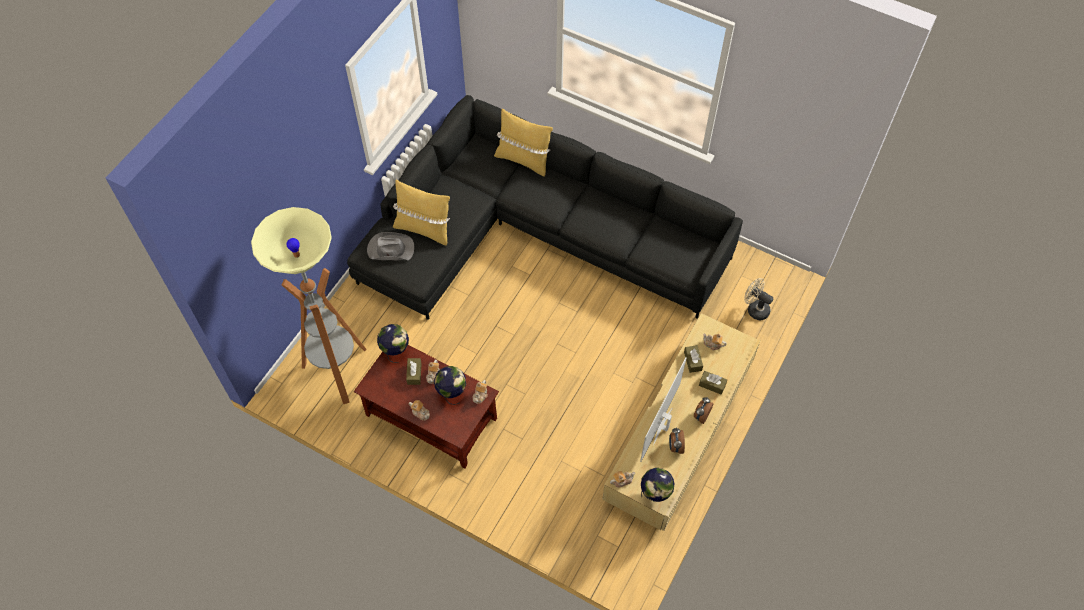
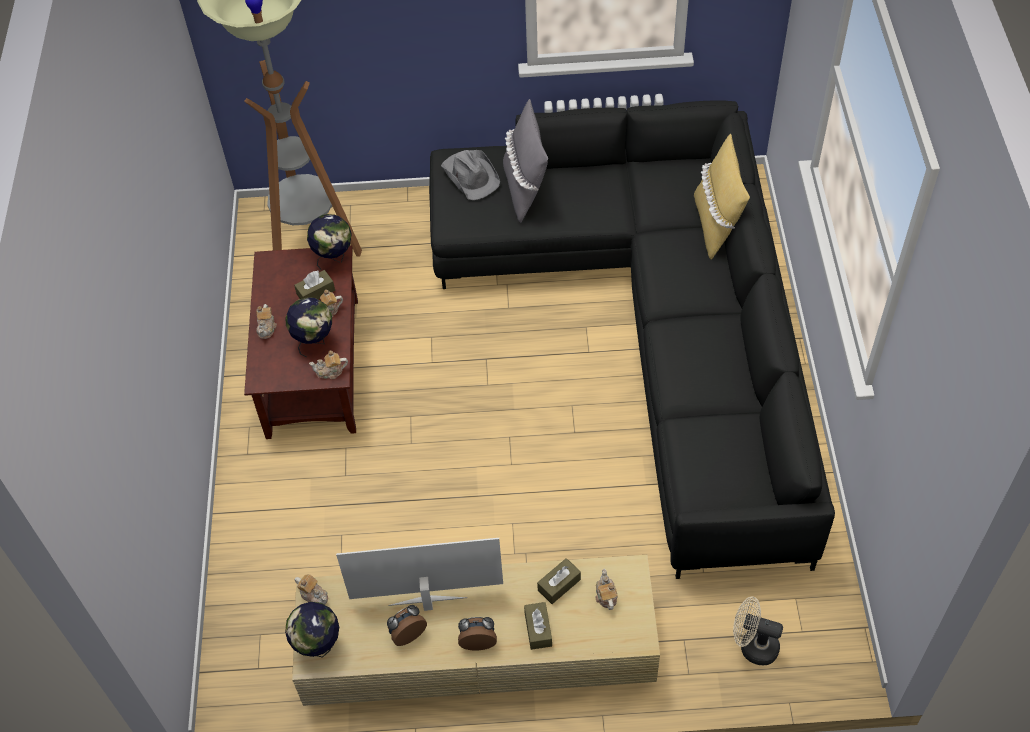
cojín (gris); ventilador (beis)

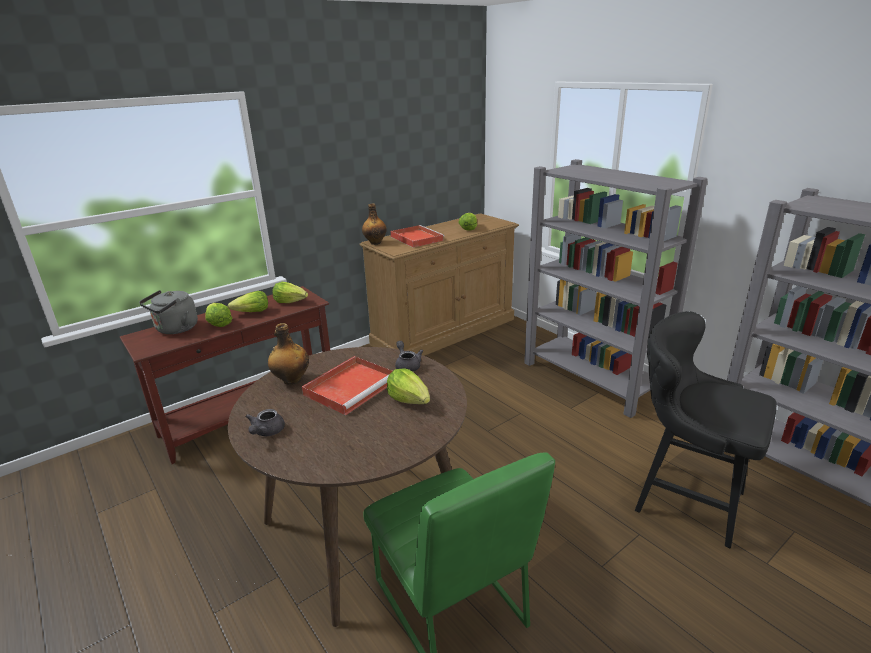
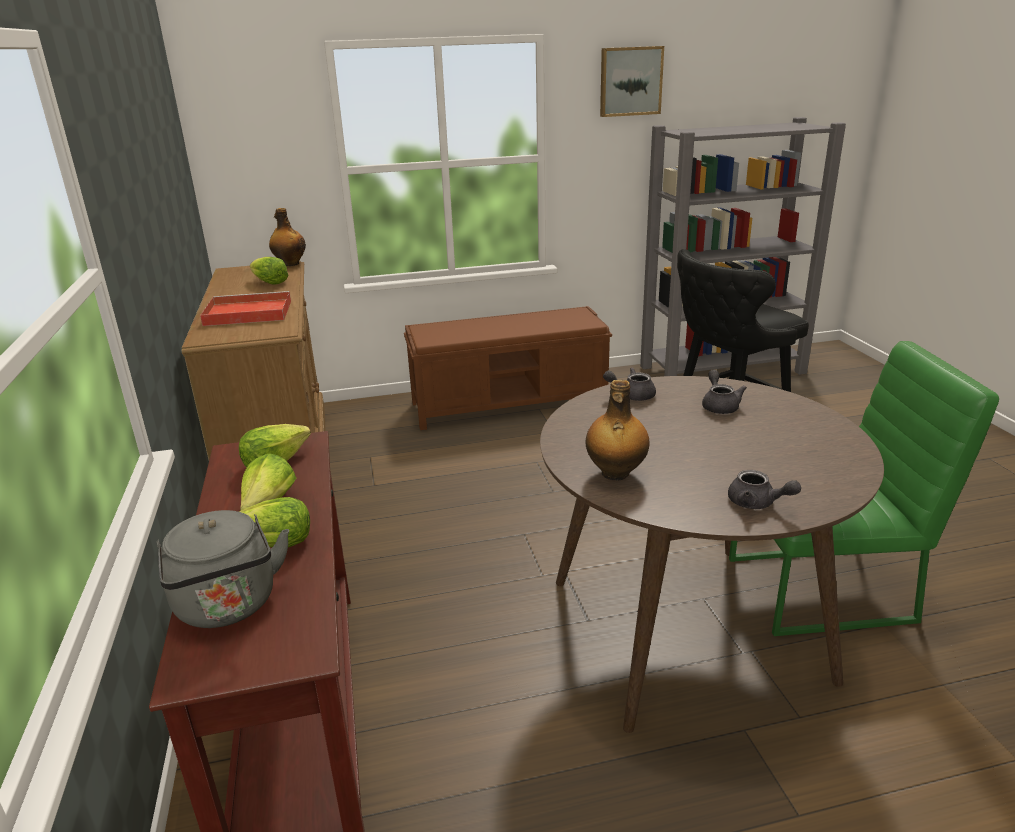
banco (marrón); botella (no. 1 from left); bandeja (rojo) (no. 1 from left in the first image); tetera (gris) (no. 2 from left); cuadro

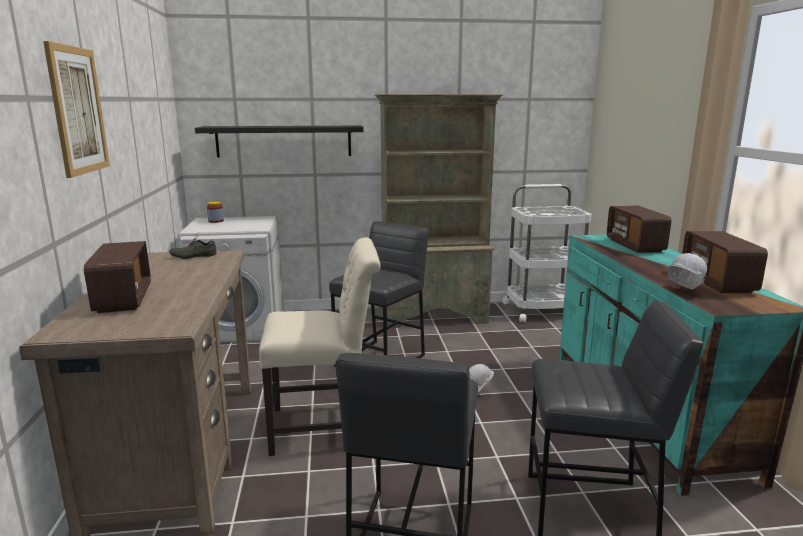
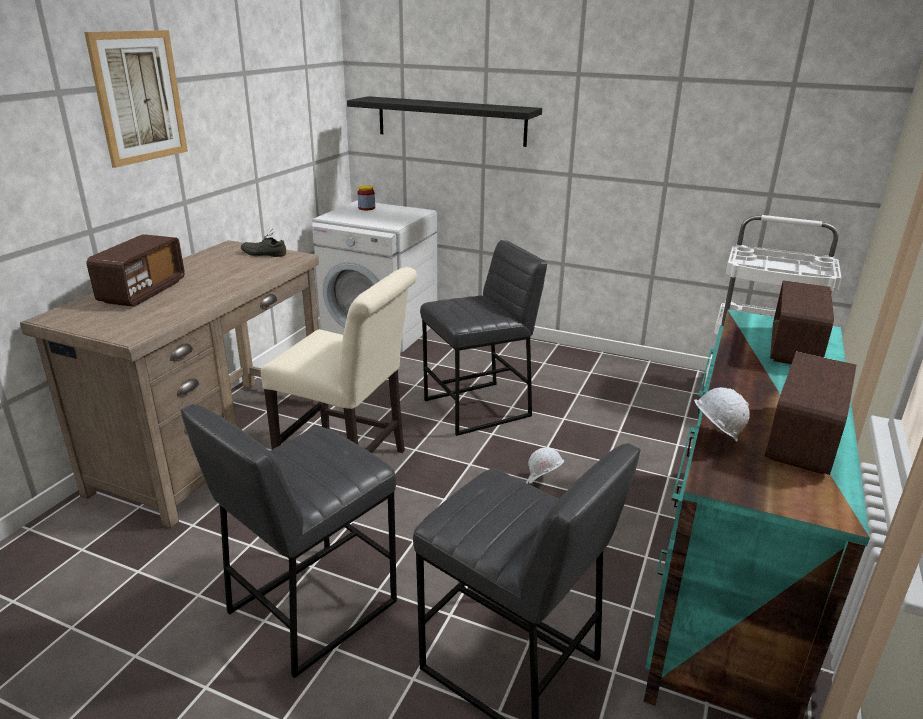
estantería (verde)

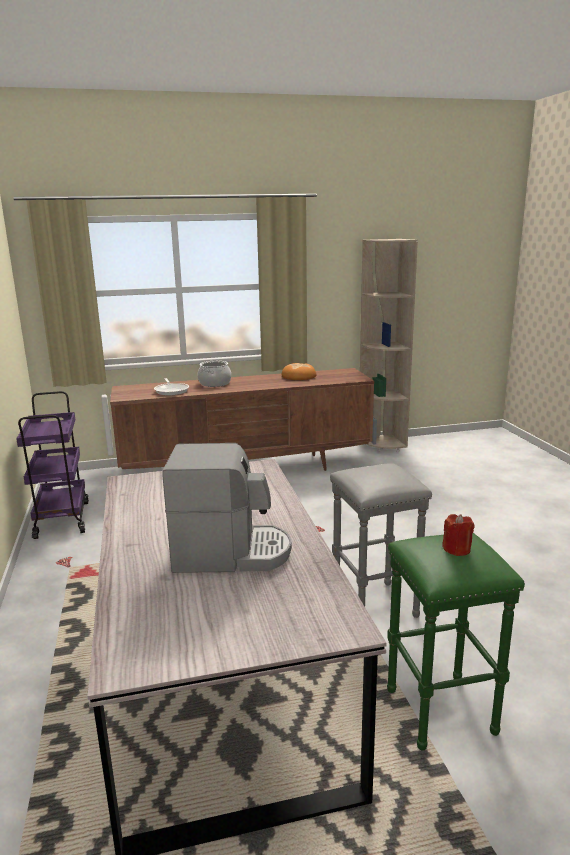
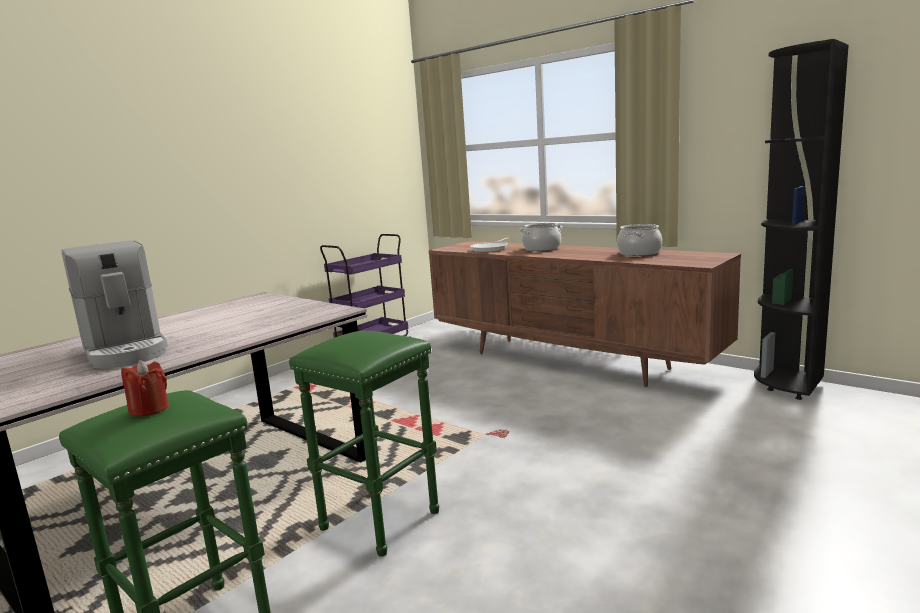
estantería (negro); olla (no. 2 from left); taburete (verde) (no. 2 from left)

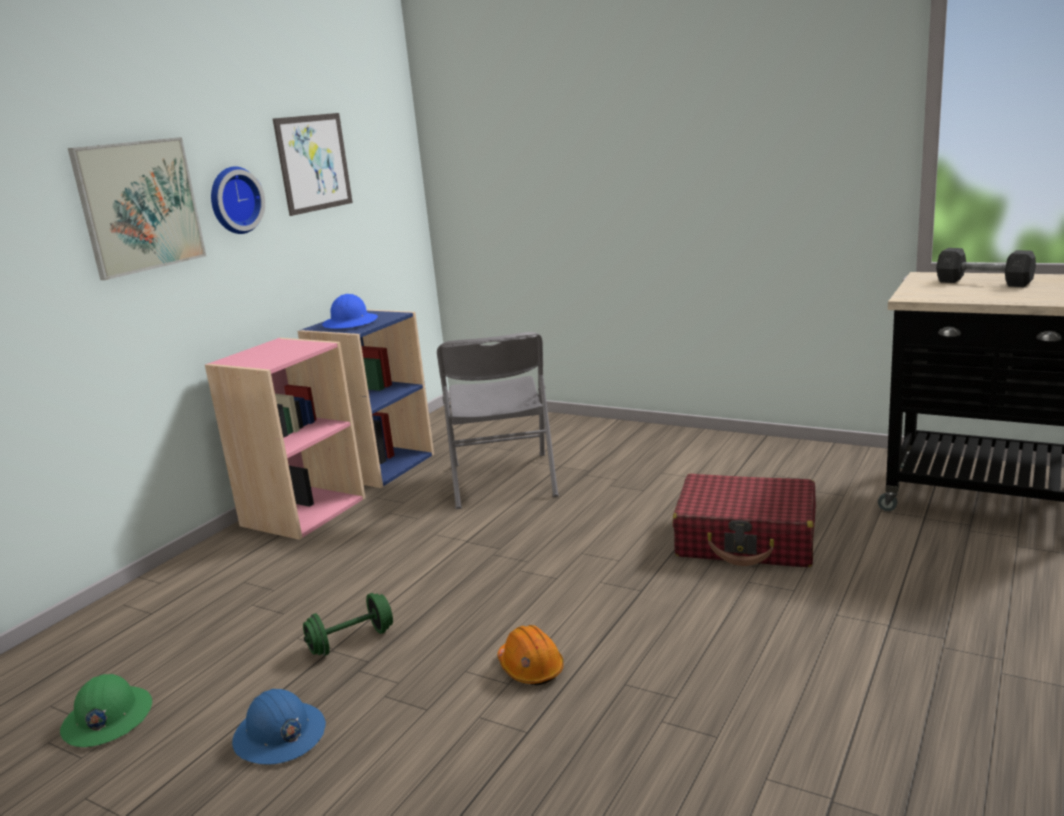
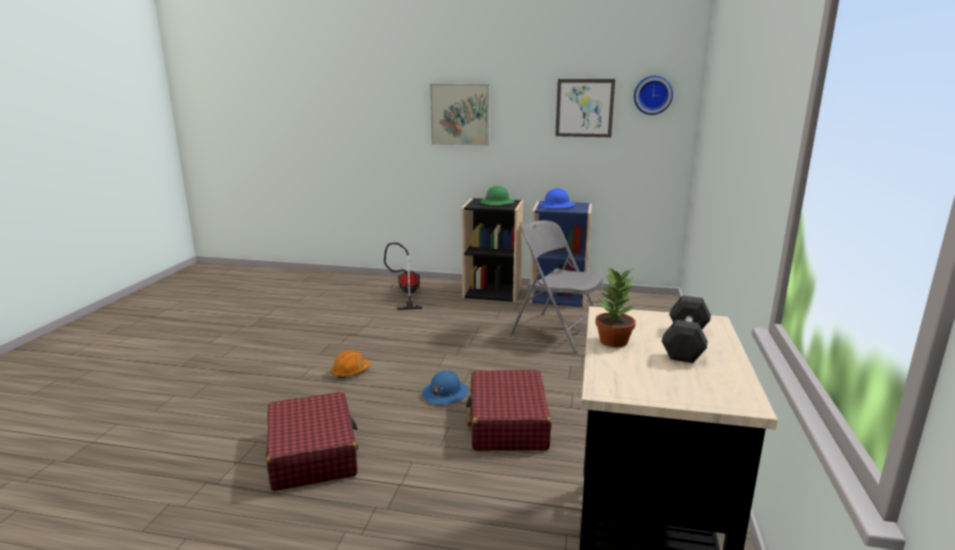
reloj de pared; silla (gris); estantería (negro); mancuerna (verde); casco (verde); casco (azul) (no. 1 from left); aspiradora; planta en maceta; maleta (rojo) (no. 1 from left)

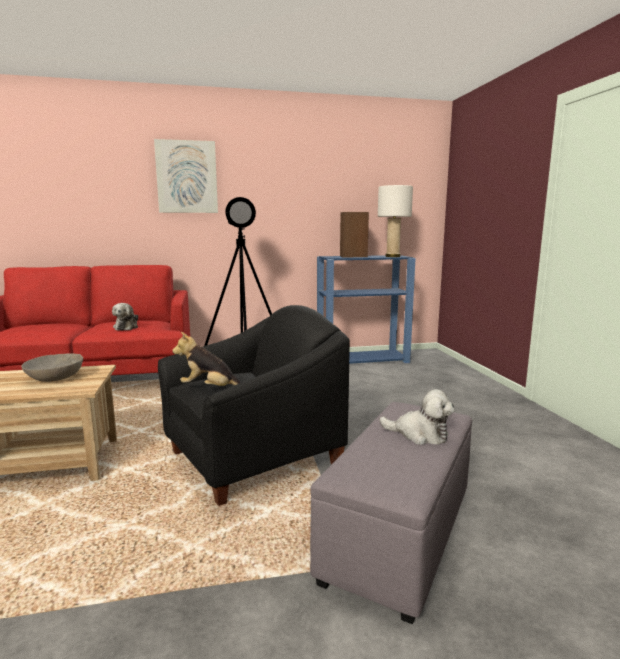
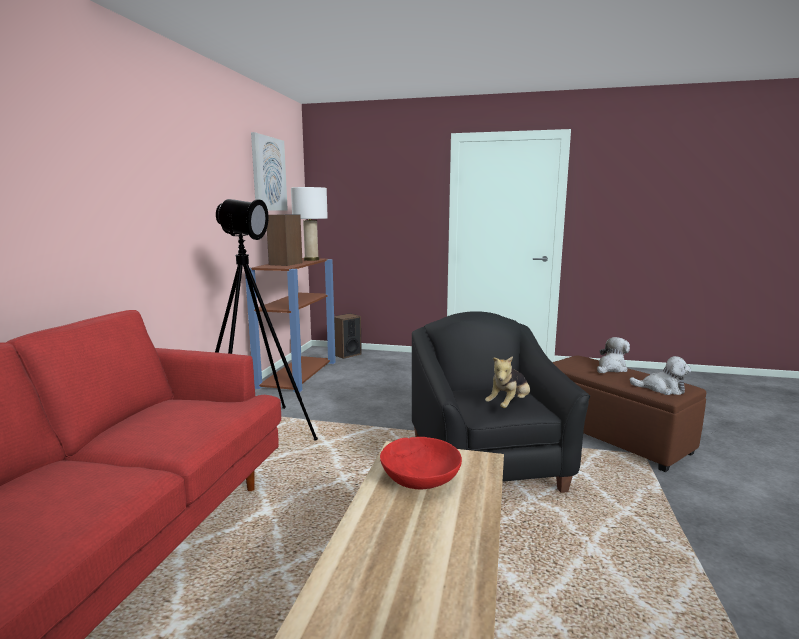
cuadro; estantería (marrón); peluche (no. 3 from left); cuenco (rojo); puf (marrón); altavoz (no. 2 from left)

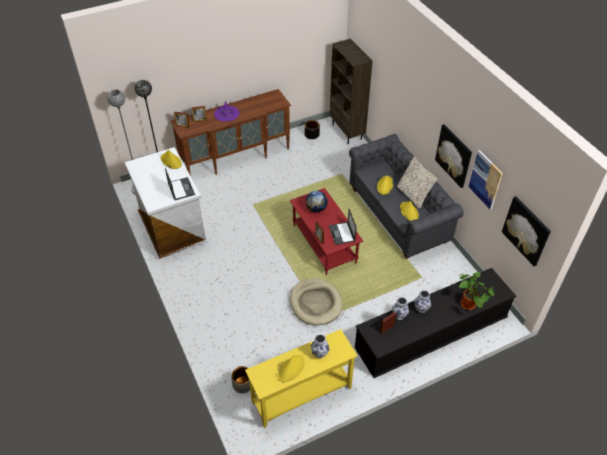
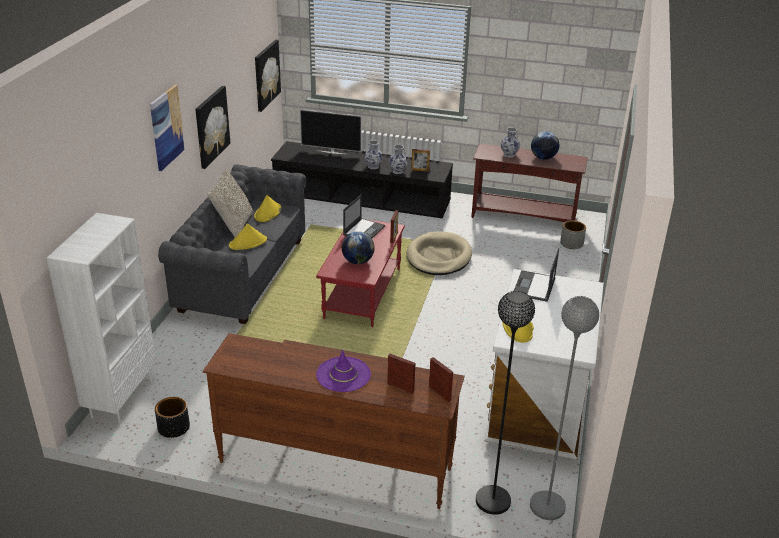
estantería (blanco); cuadro (no. 1 from left); televisor; mesa consola (marrón); globo terráqueo (no. 2 from left)

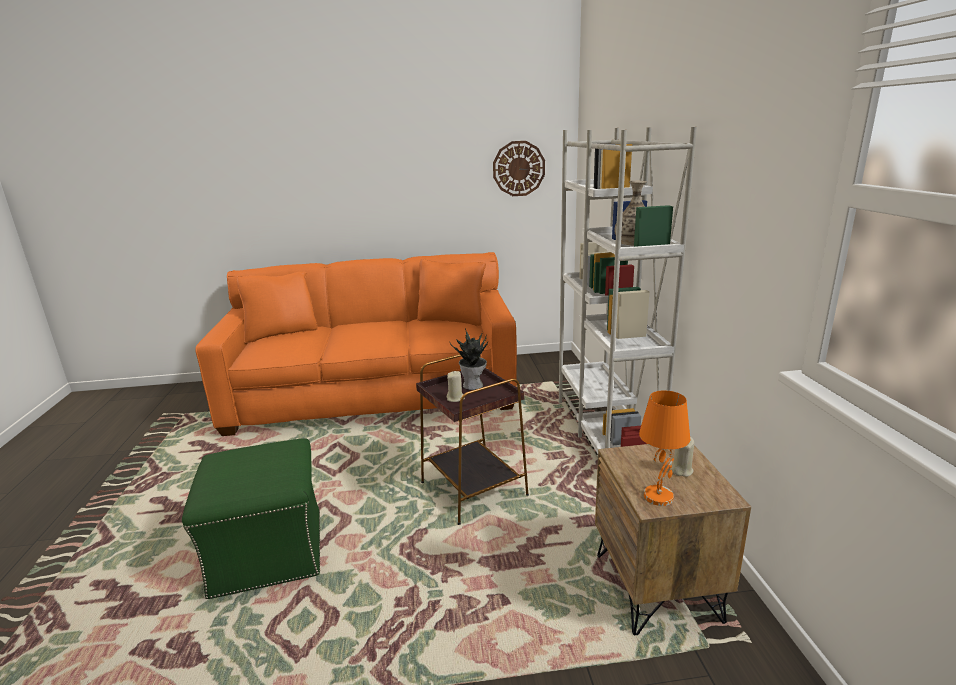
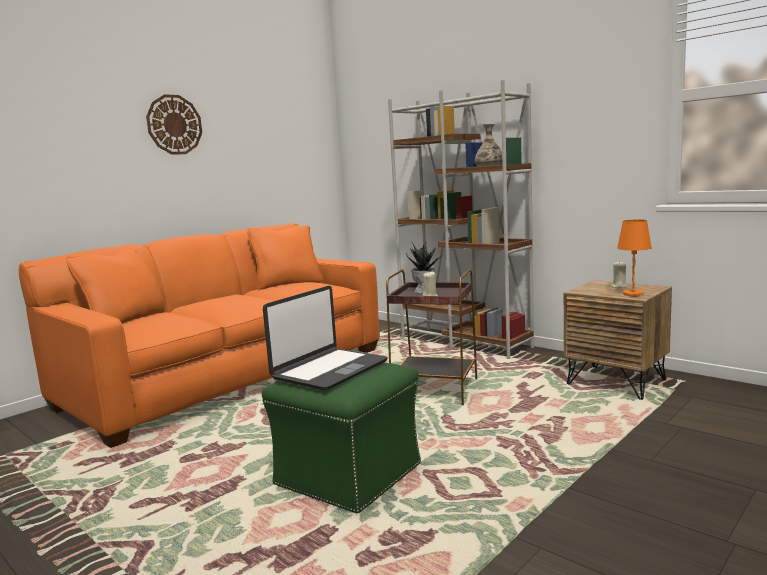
estantería (marrón); reloj de pared; portátil

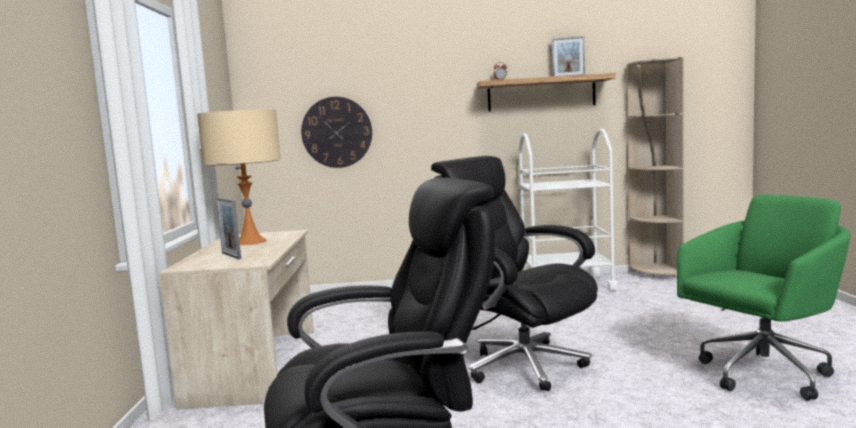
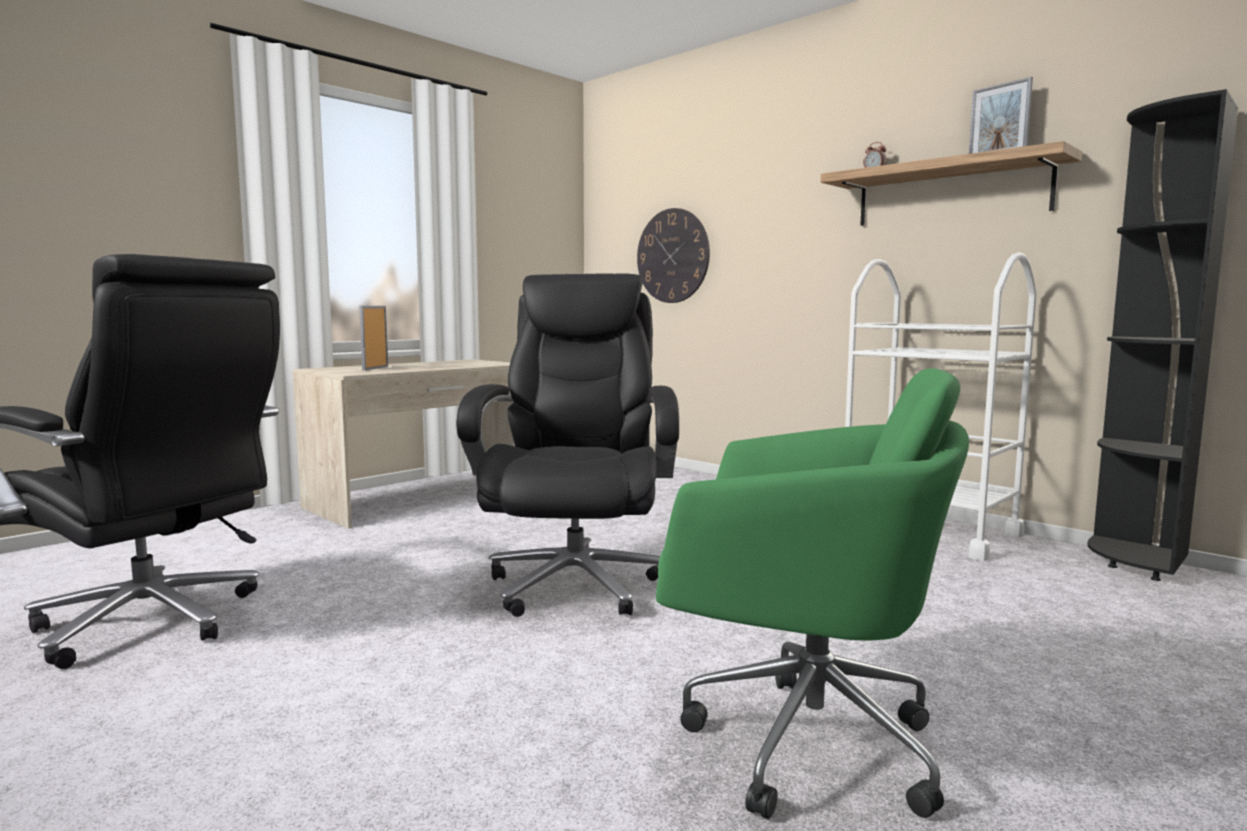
estantería (negro); lámpara de mesa (beis)

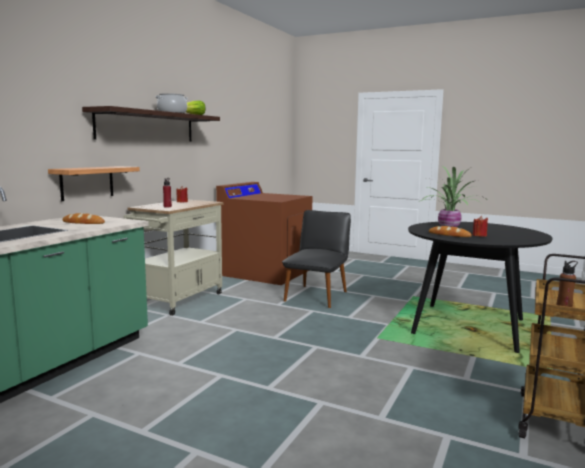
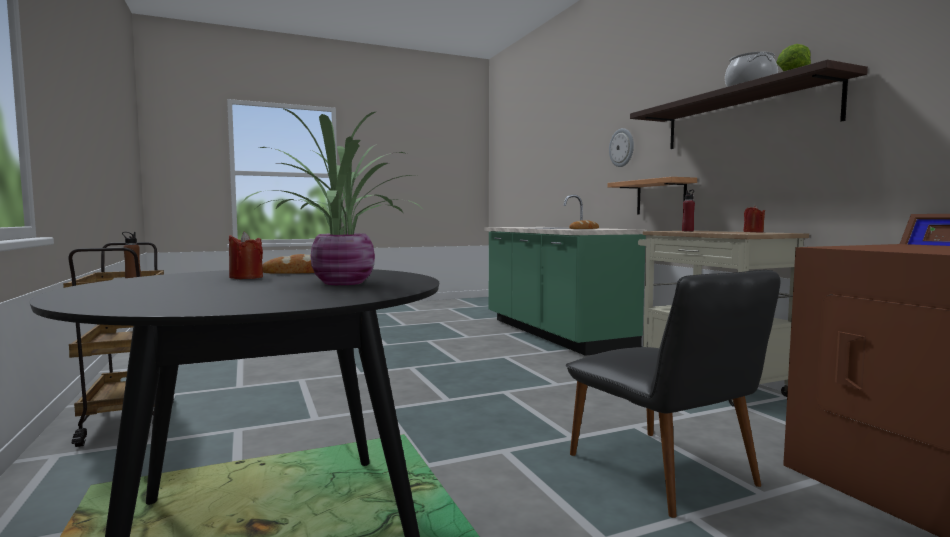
reloj de pared

